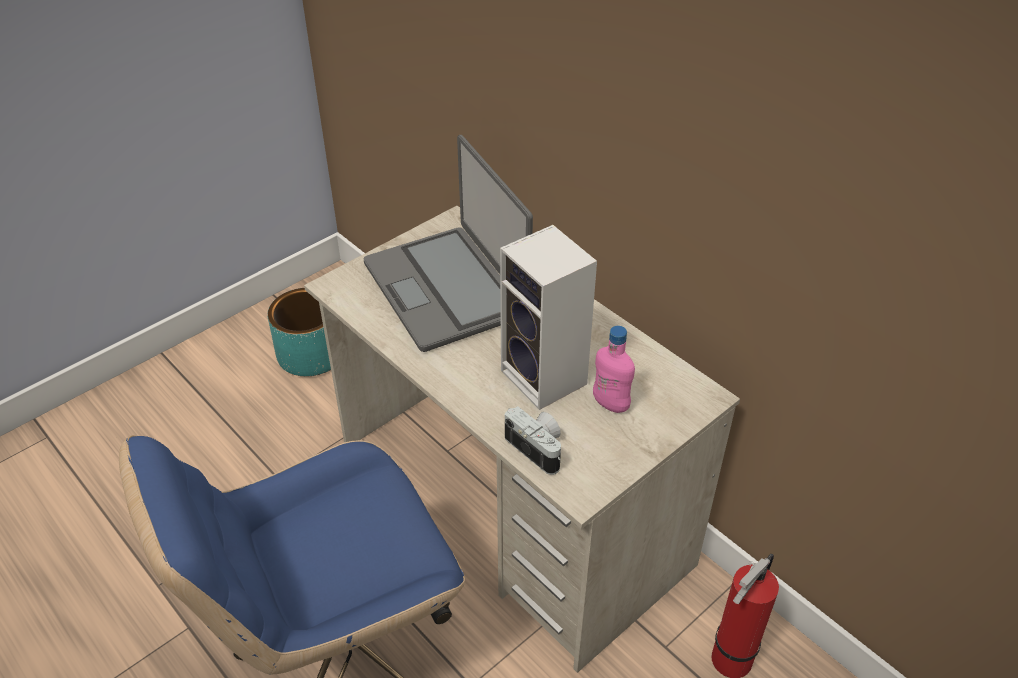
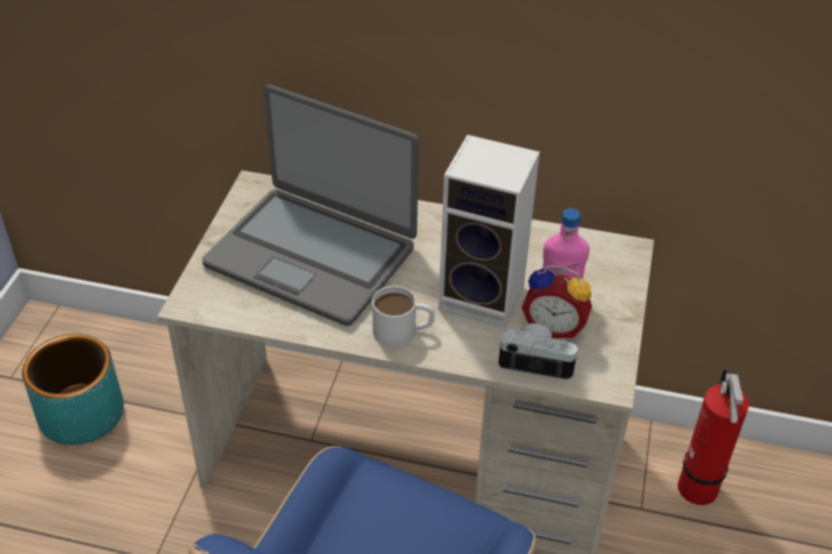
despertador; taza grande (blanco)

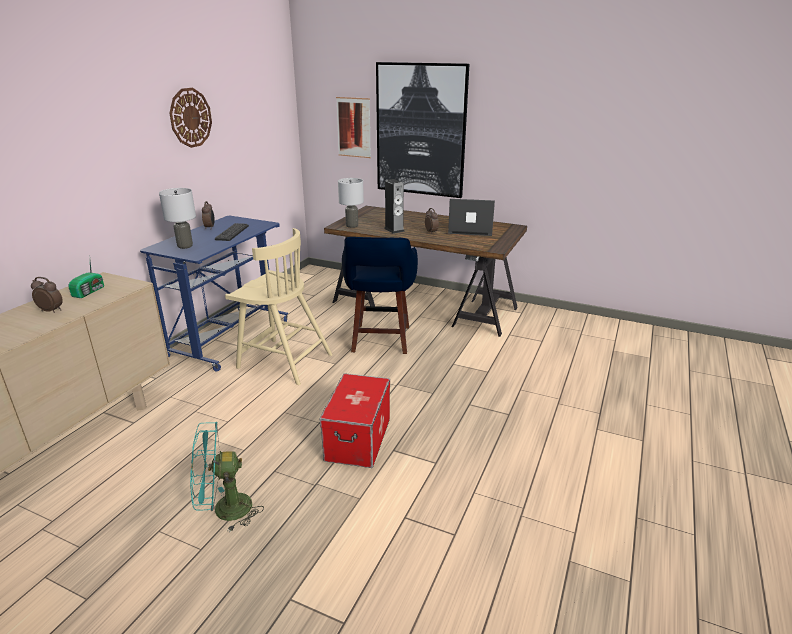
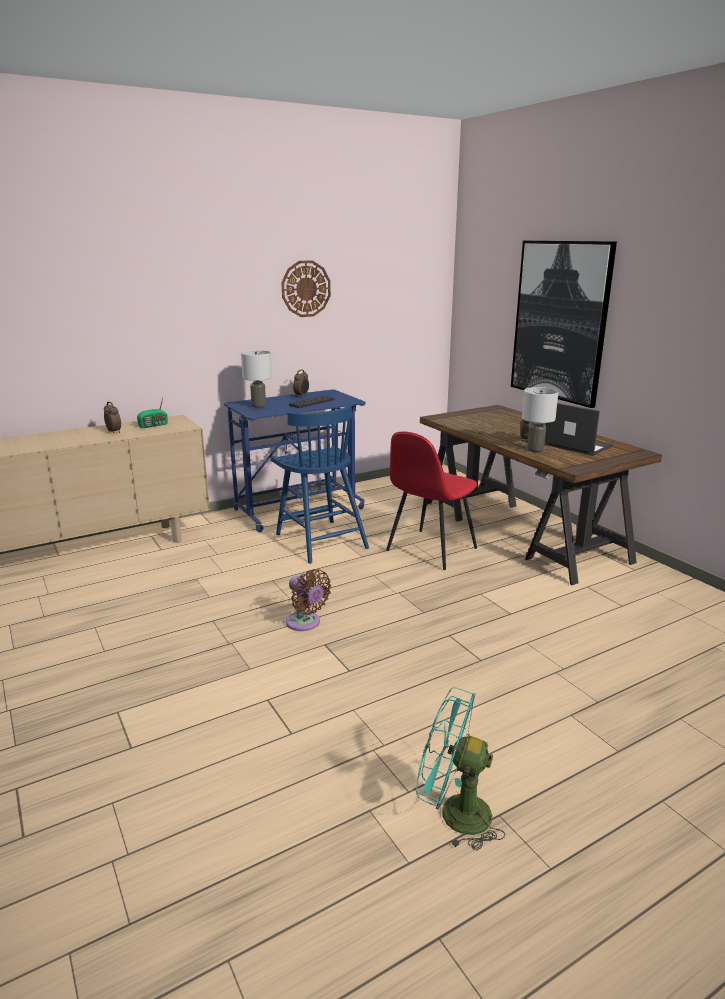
cuadro (no. 1 from left in the first image); lámpara de mesa (blanco) (no. 2 from left); altavoz; silla (azul); silla (rojo); ventilador (marrón); ventilador (turquesa)

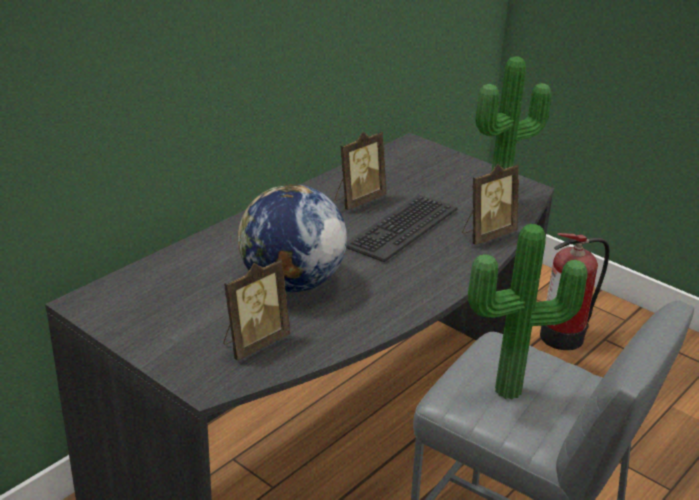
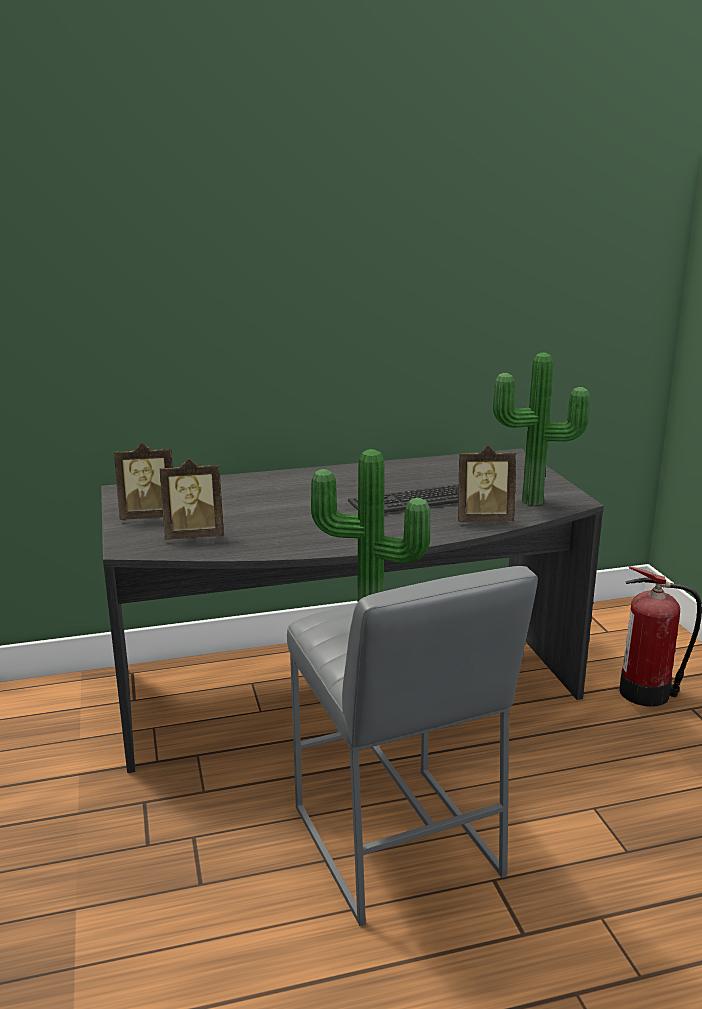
portarretratos (no. 1 from left); globo terráqueo

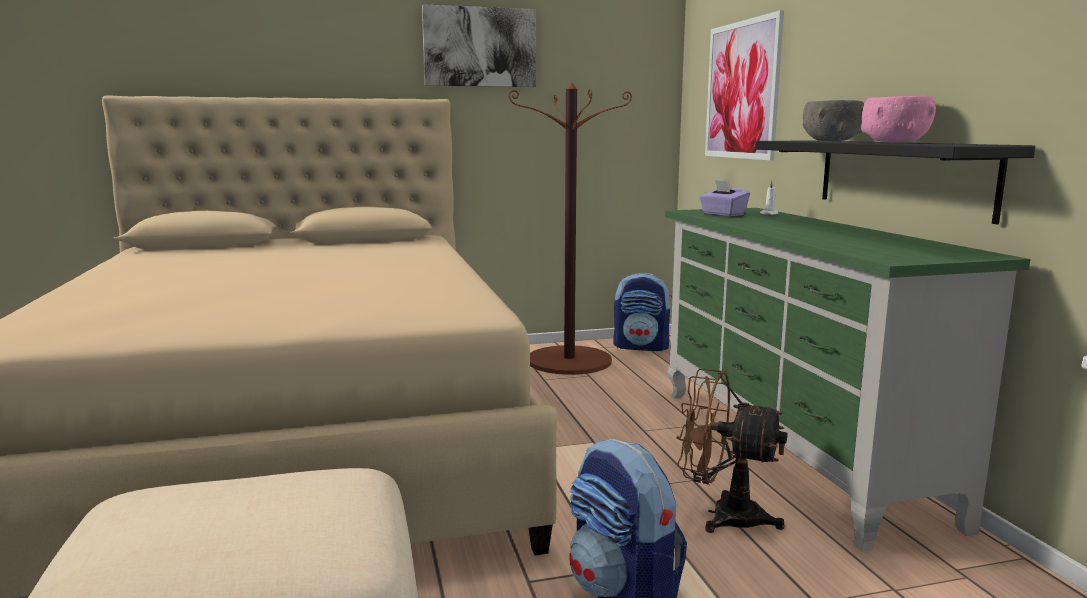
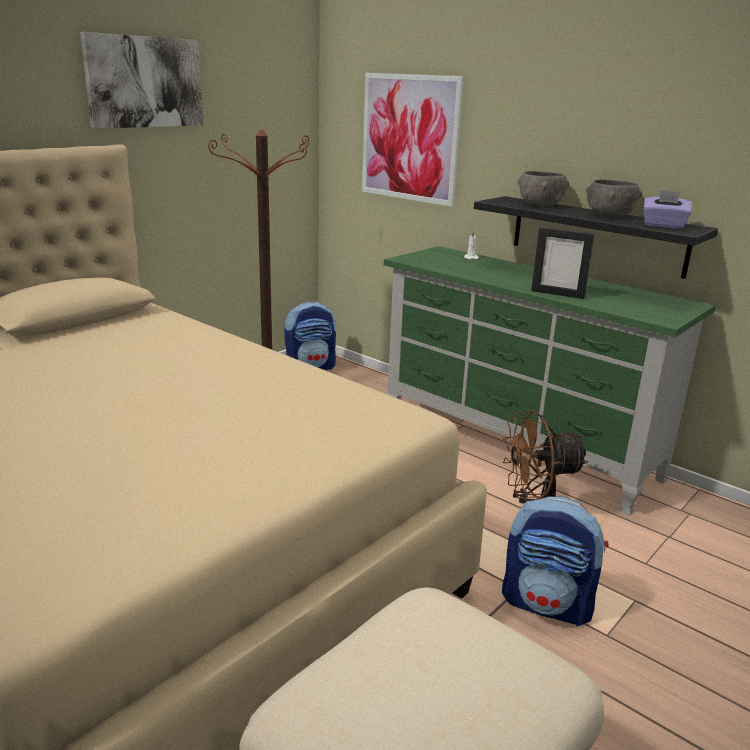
cuenco (gris) (no. 2 from left); caja de pañuelos (morado); portarretratos

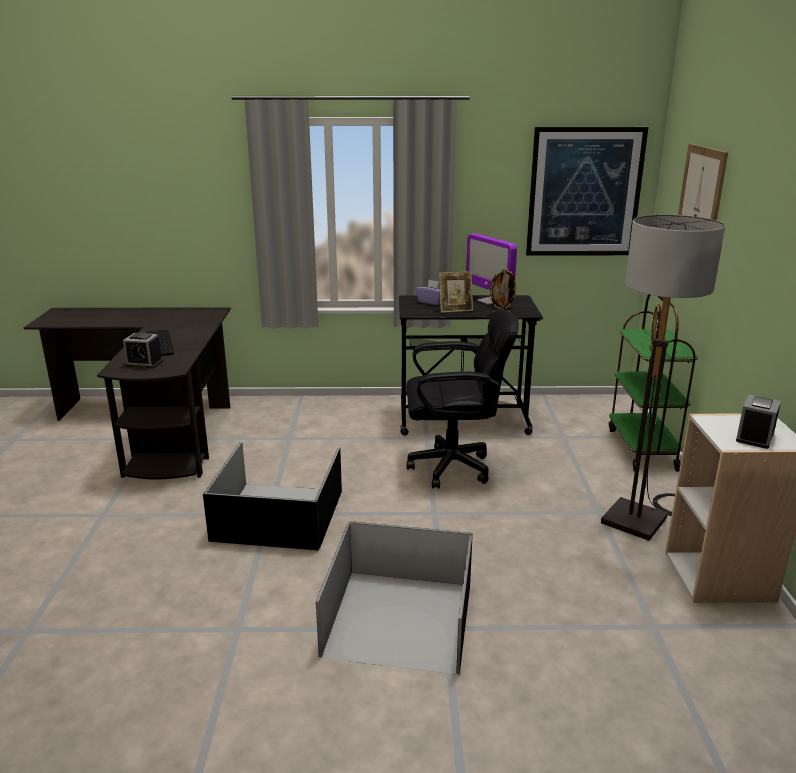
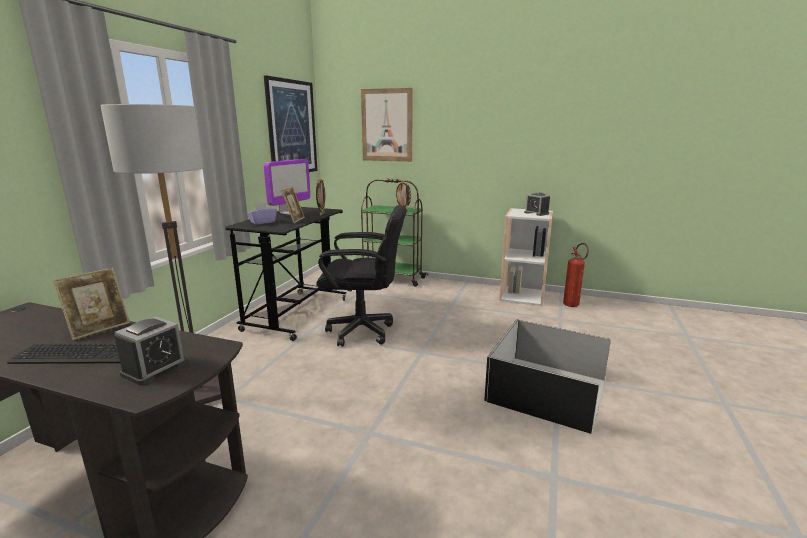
lámpara de pie; monitor; silla de oficina (negro); caja de almacenaje (negro) (no. 1 from left in the first image); extintor; portarretratos (no. 1 from left)

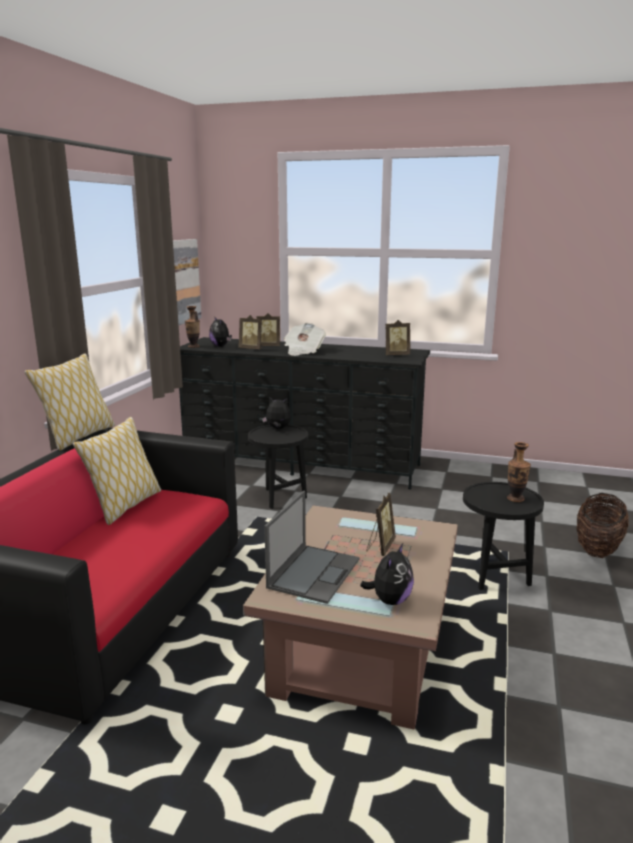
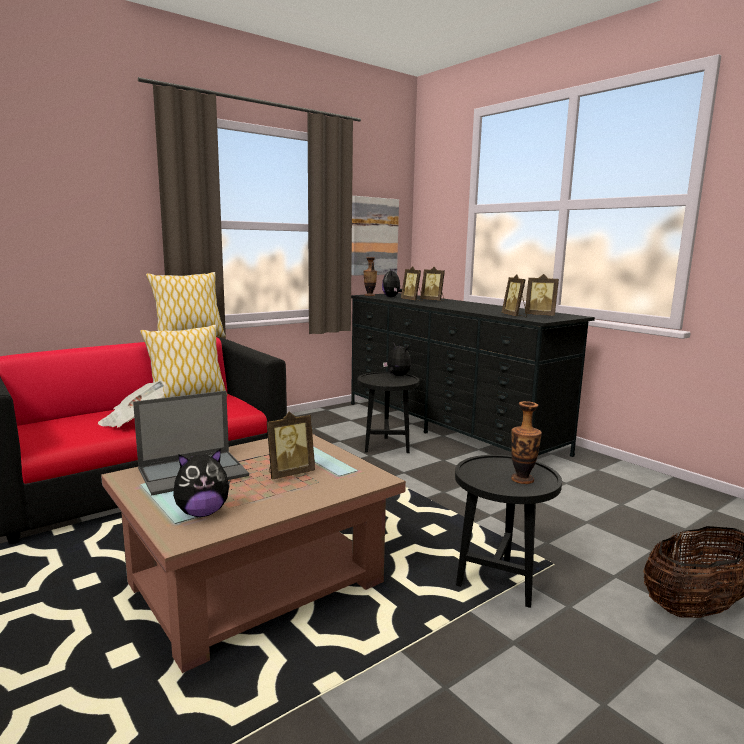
periódico; portarretratos (no. 4 from left)

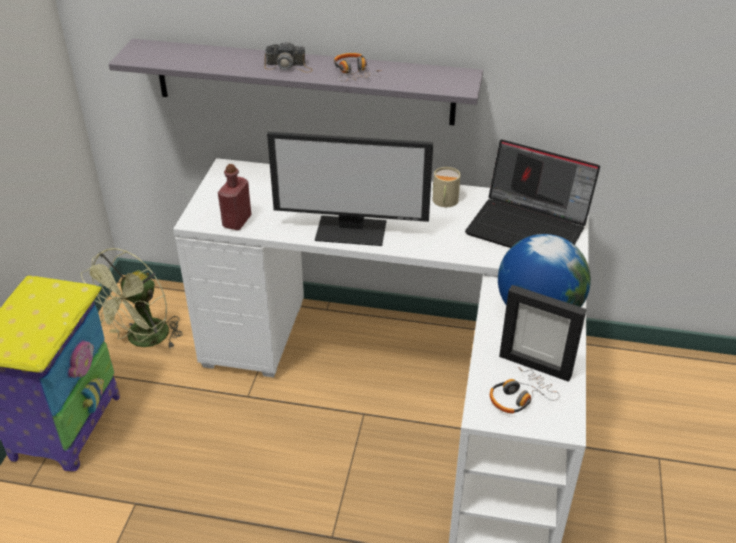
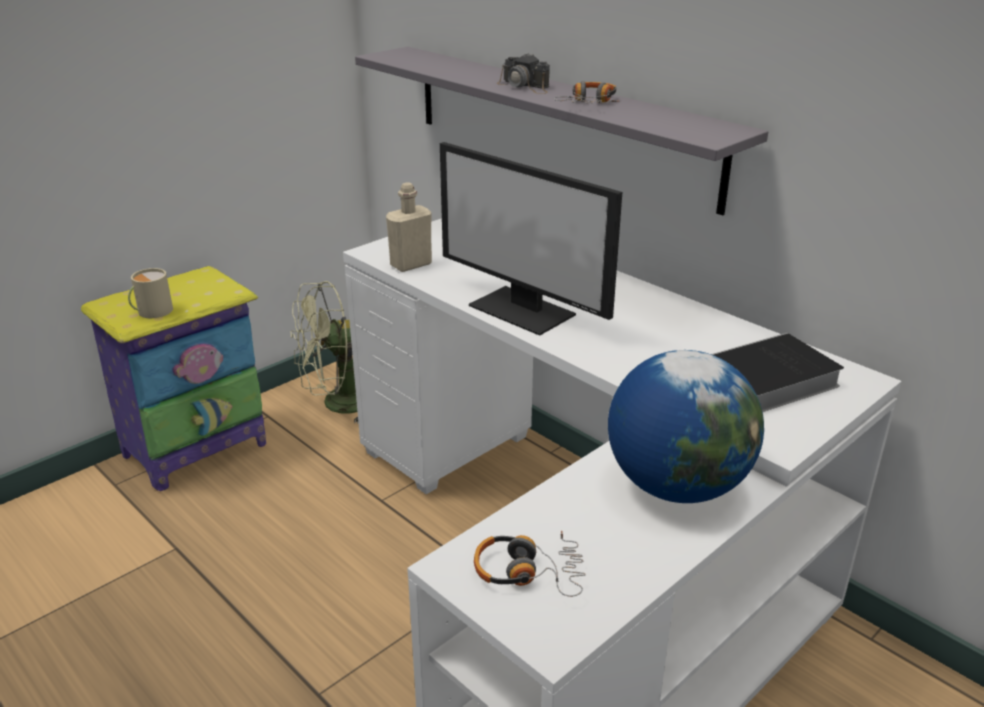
libro; botella (beis); taza grande (beis); portarretratos

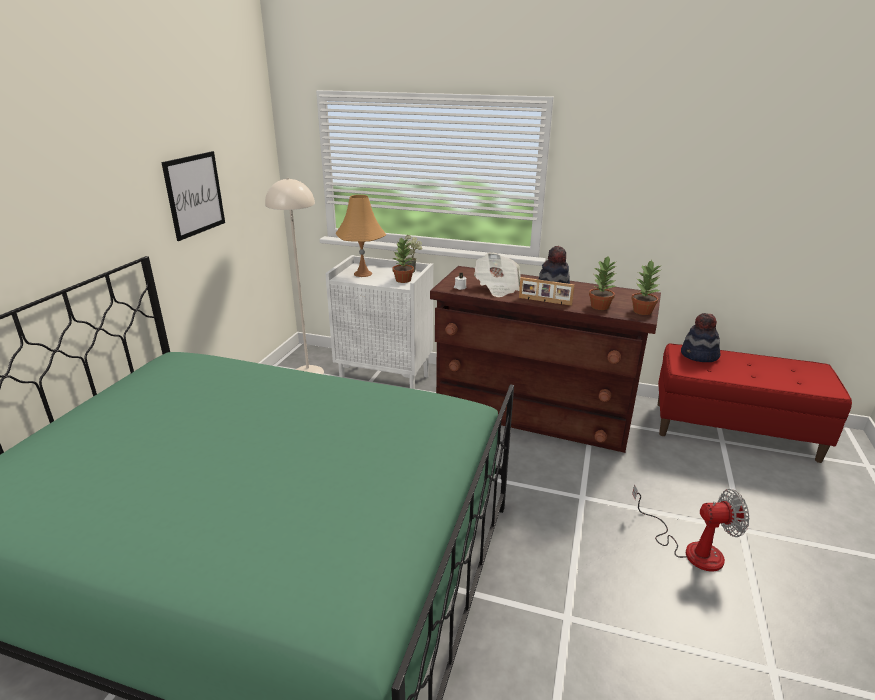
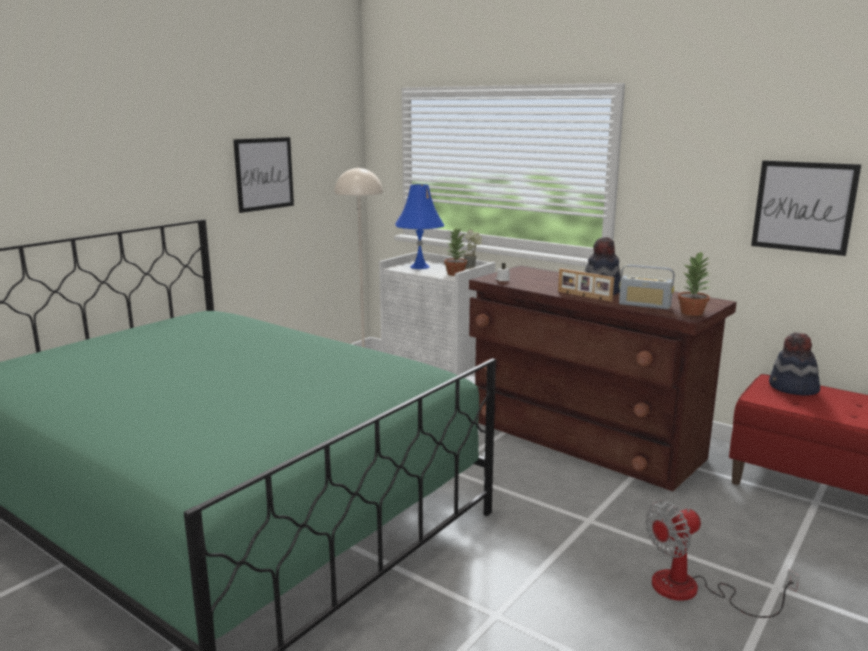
lámpara de mesa (azul); periódico; radio; ventilador; cuadro (no. 2 from left)

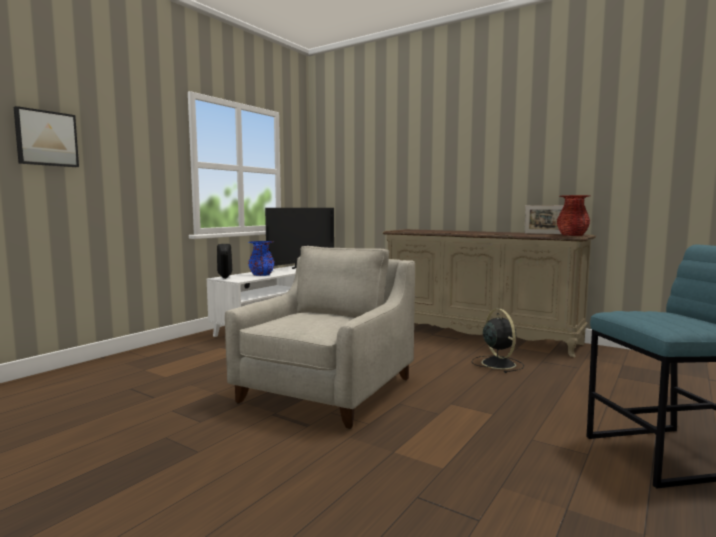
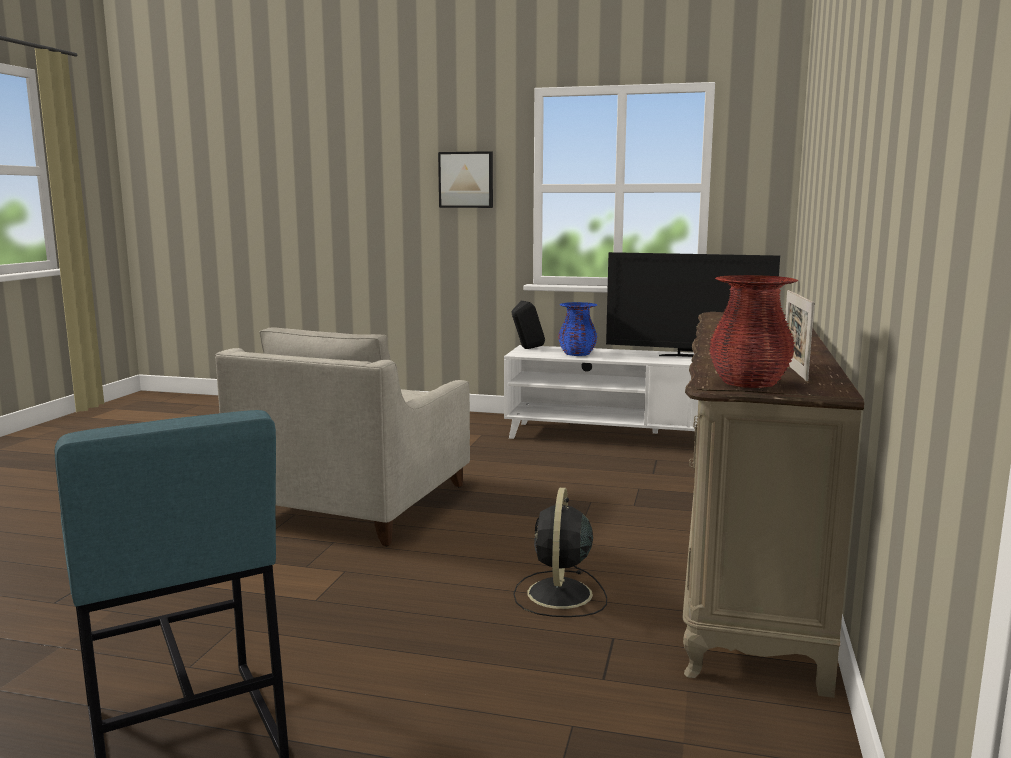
cuadro; sillón (beis); ventilador (negro)

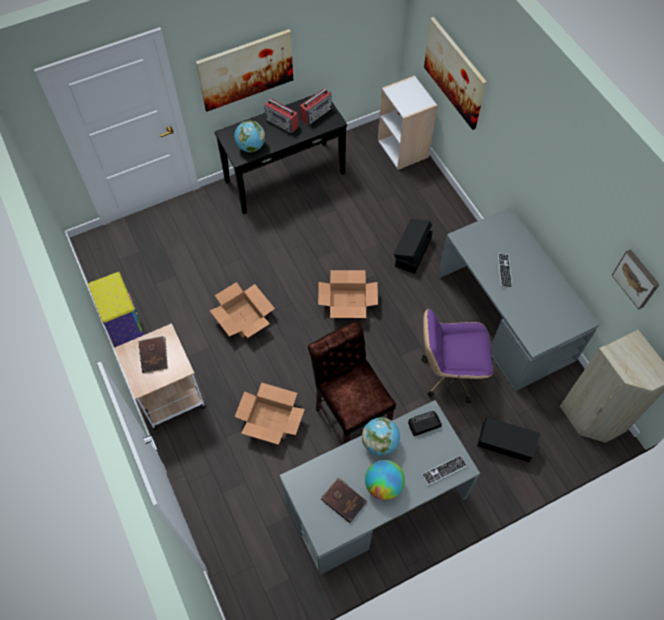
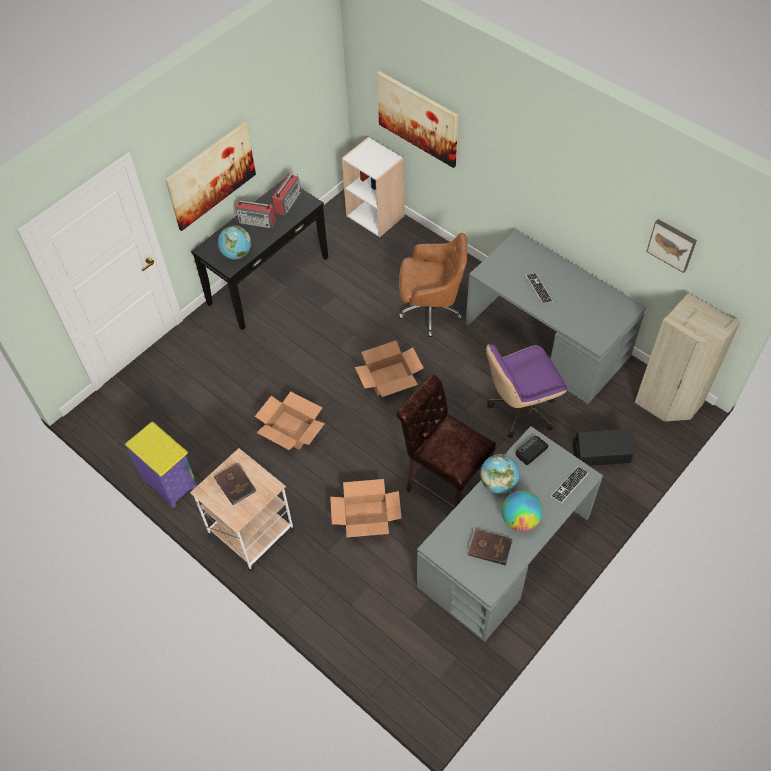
silla de oficina (marrón)

